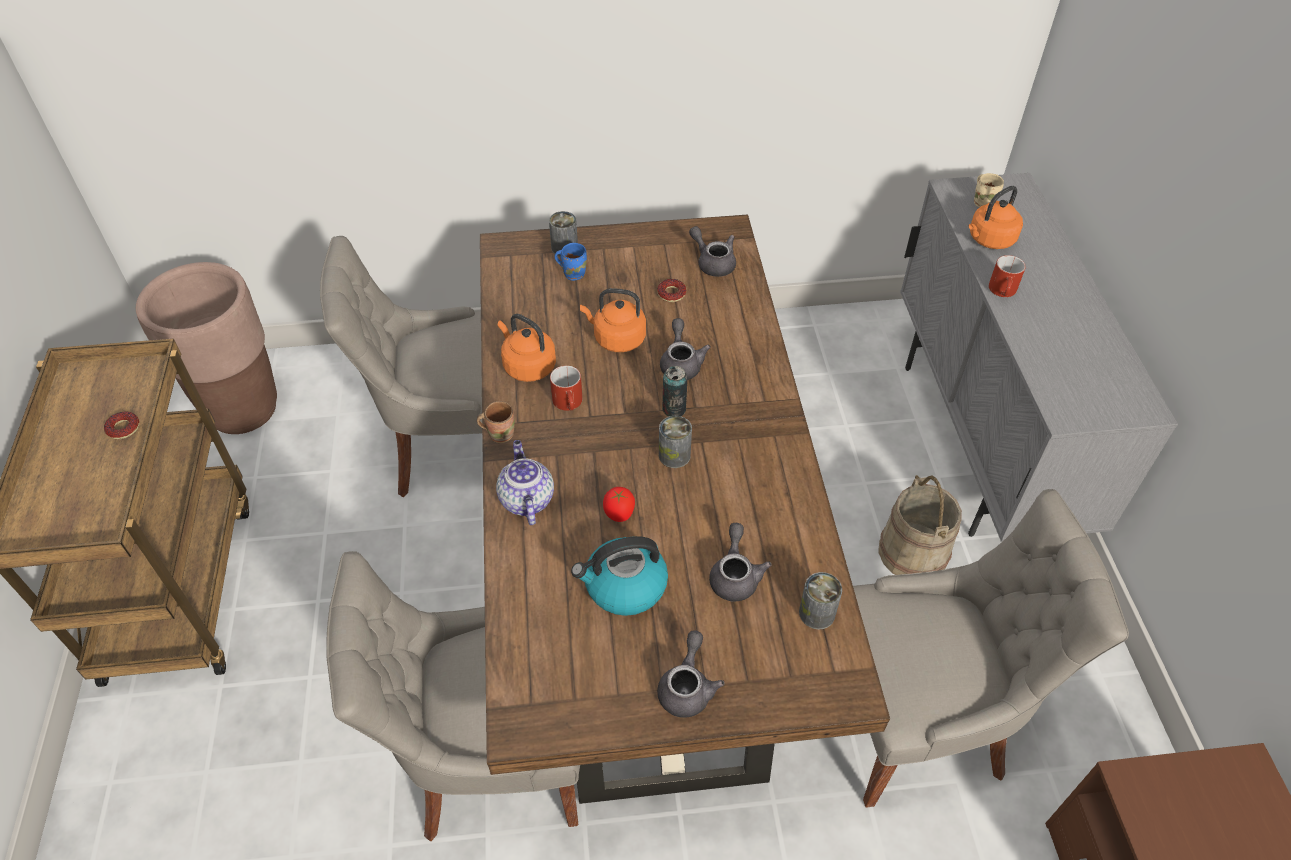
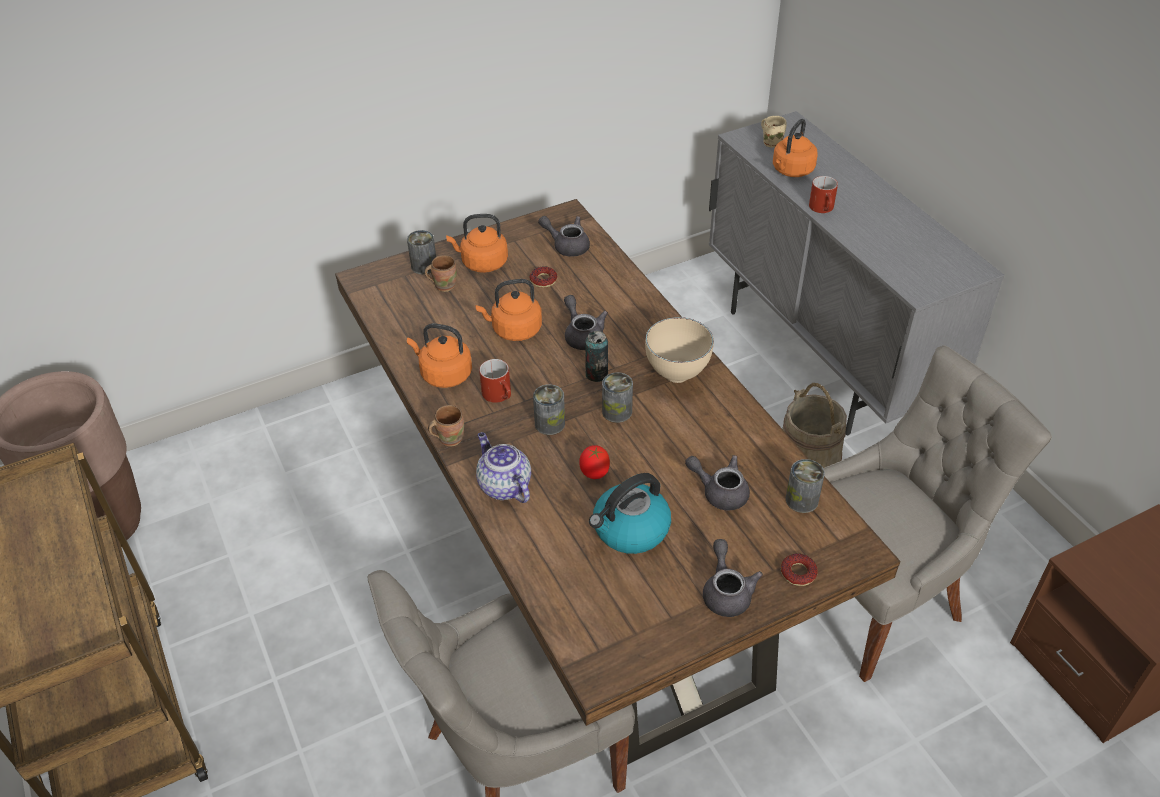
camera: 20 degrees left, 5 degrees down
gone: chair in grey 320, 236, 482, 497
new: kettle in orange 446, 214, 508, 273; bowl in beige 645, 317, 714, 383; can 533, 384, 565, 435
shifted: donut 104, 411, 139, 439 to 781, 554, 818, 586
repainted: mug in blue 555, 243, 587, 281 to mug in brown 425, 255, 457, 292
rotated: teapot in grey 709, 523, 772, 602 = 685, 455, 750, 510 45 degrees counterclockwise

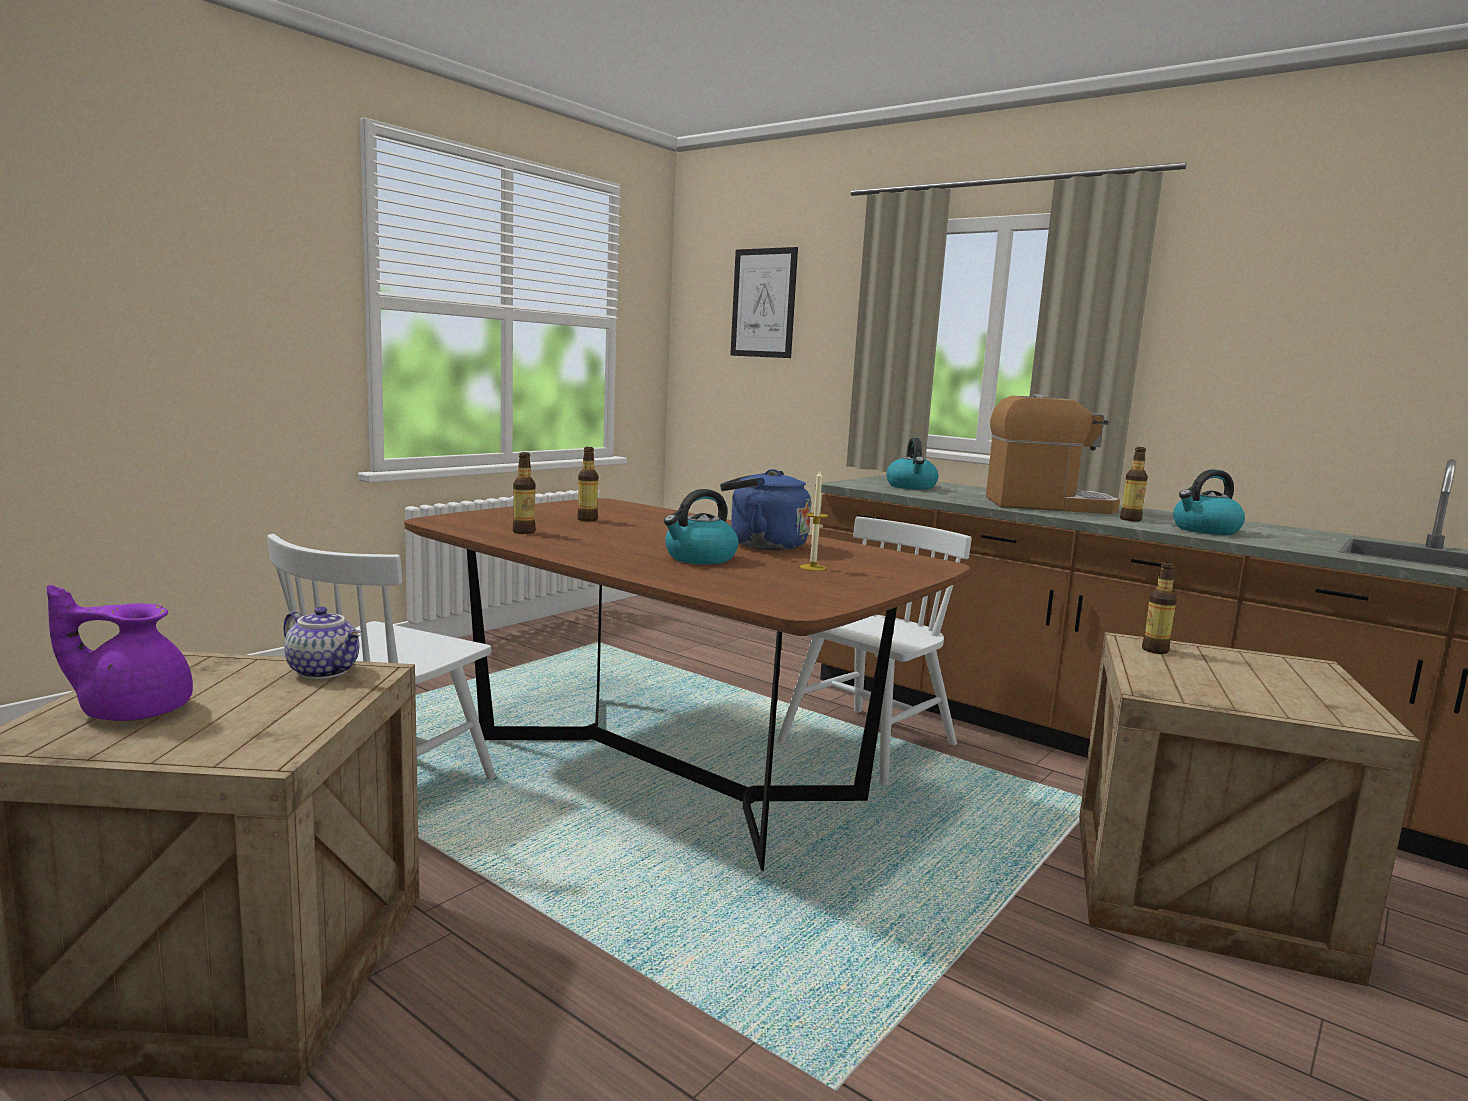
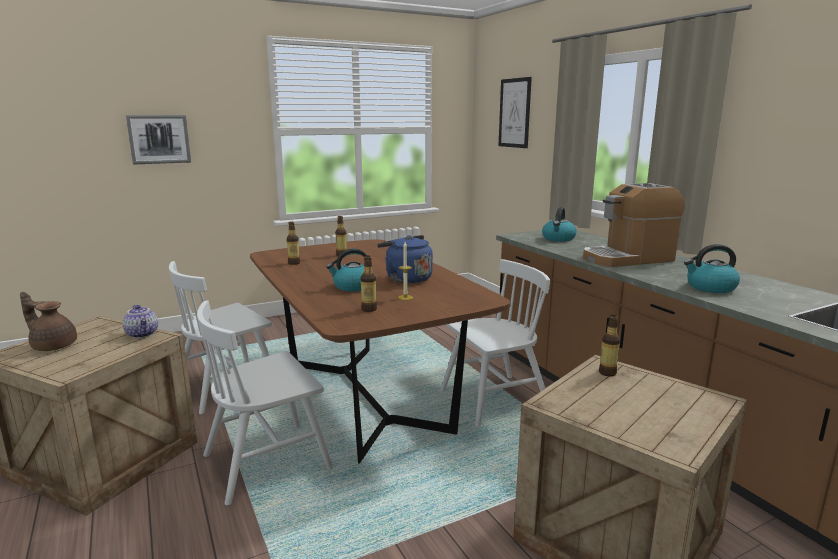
camera: 25 degrees right, 5 degrees up
new: picture 126, 115, 191, 164; chair in white 197, 300, 333, 505
shifted: bottle 1120, 447, 1148, 521 to 361, 256, 377, 312
repainted: teapot in purple 47, 585, 193, 721 to teapot in brown 20, 292, 77, 351
rotated: coffee machine 986, 394, 1120, 514 = 583, 183, 685, 267 135 degrees clockwise

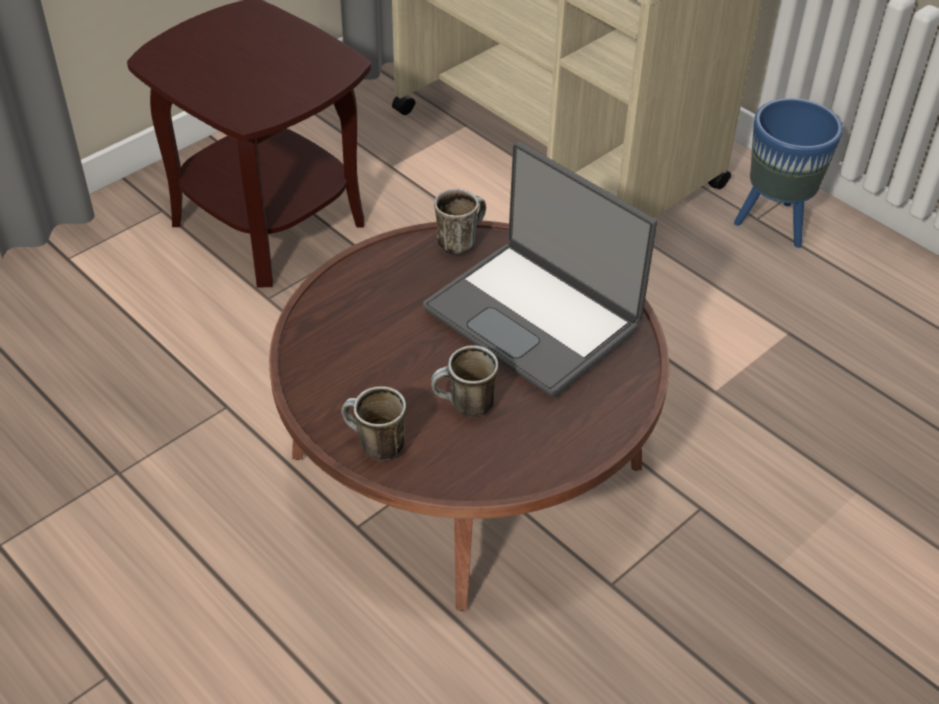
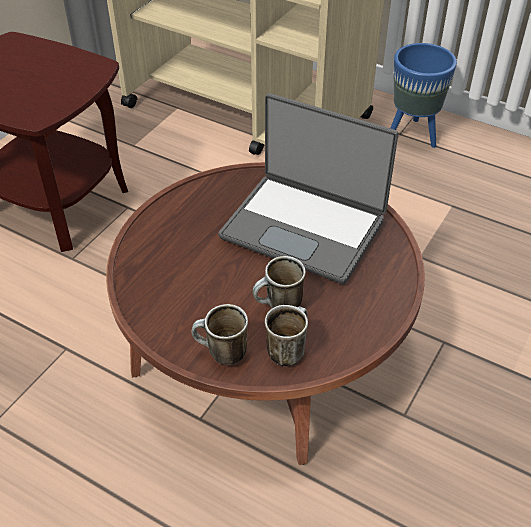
camera: 15 degrees left, 0 degrees up
shifted: mug 434, 188, 486, 255 to 265, 305, 308, 366

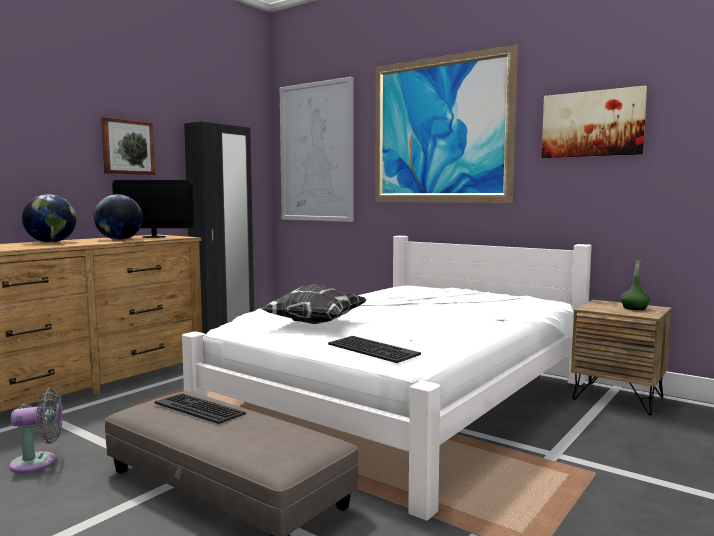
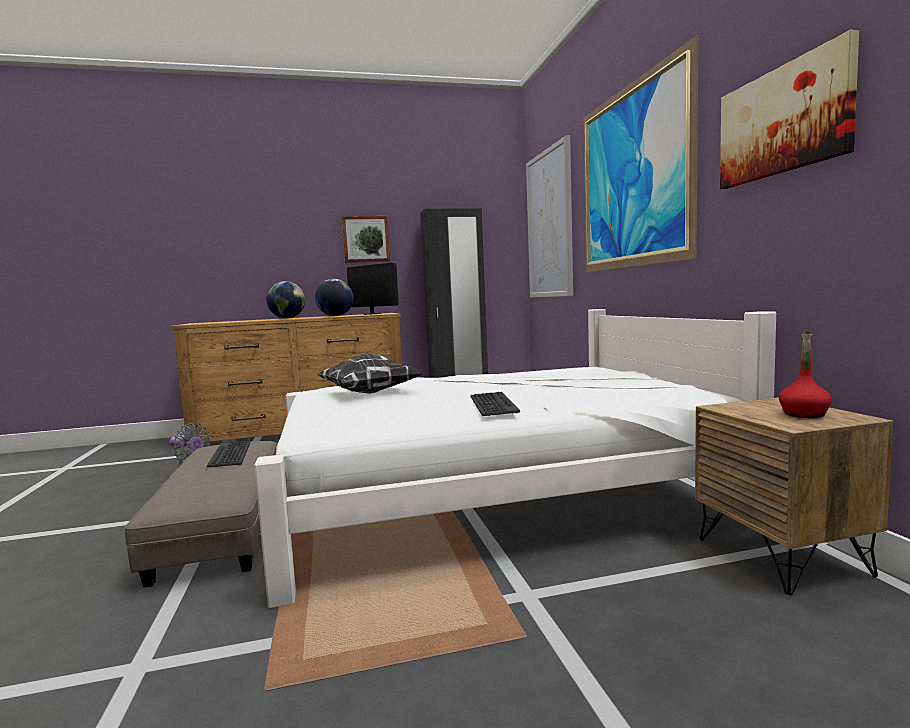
camera: 40 degrees right, 0 degrees up
shifted: keyboard 328, 336, 421, 363 to 470, 392, 520, 416
repainted: bottle in green 621, 258, 650, 310 to bottle in red 779, 331, 832, 418

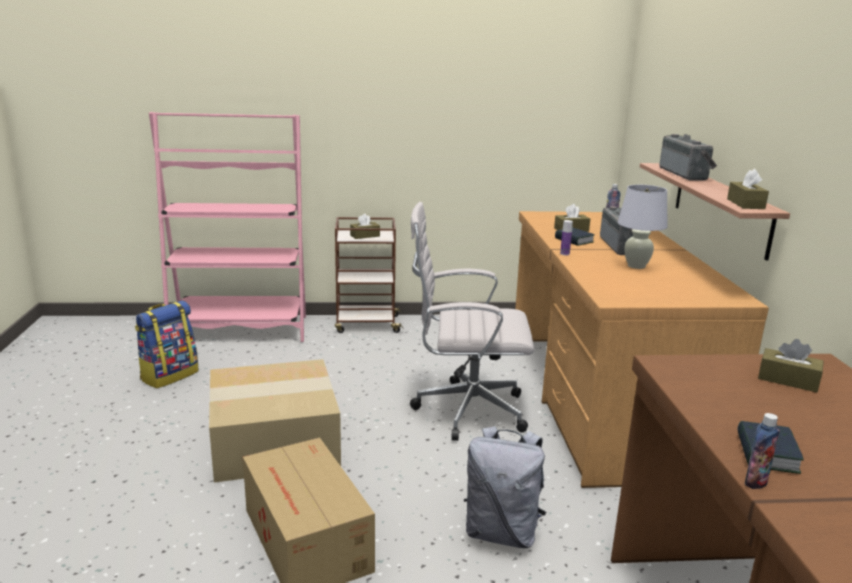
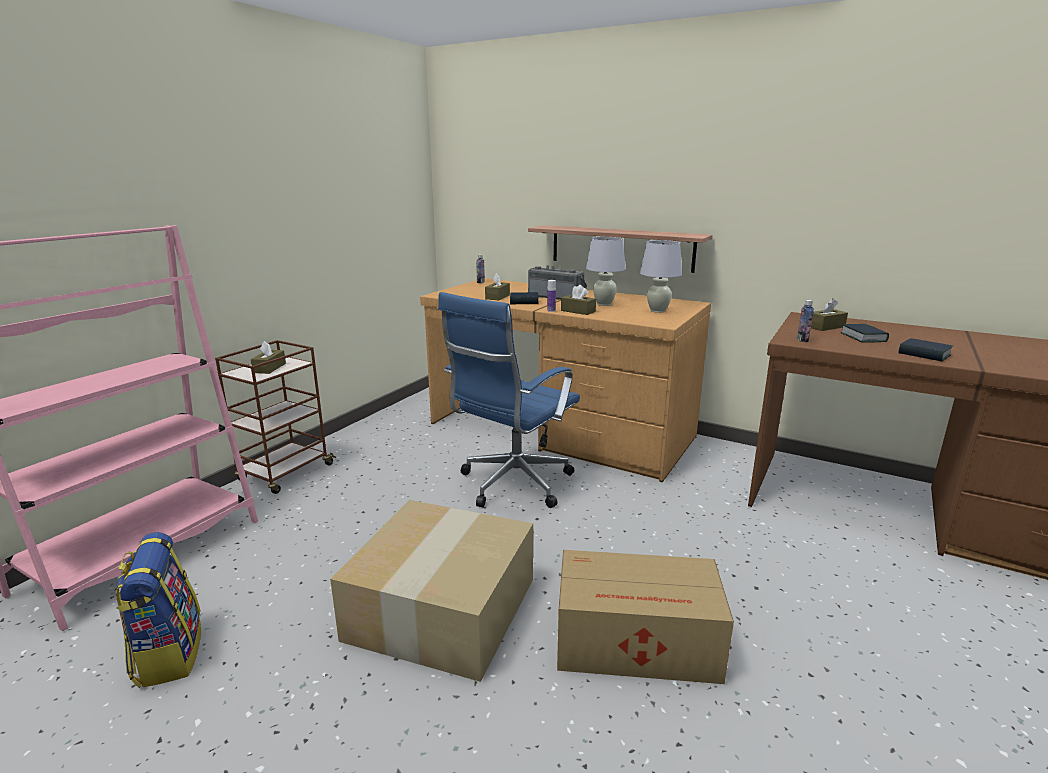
camera: 55 degrees left, 0 degrees up
gone: radio 659, 134, 717, 181; backpack in grey 464, 426, 546, 548
new: table lamp in white 640, 240, 682, 313; book 840, 324, 889, 343
shifted: tissue box in brown 727, 169, 769, 209 to 561, 285, 596, 315; bottle 745, 413, 780, 489 to 797, 300, 814, 342
repainted: office chair in white 410, 202, 534, 441 to office chair in blue 438, 292, 580, 508

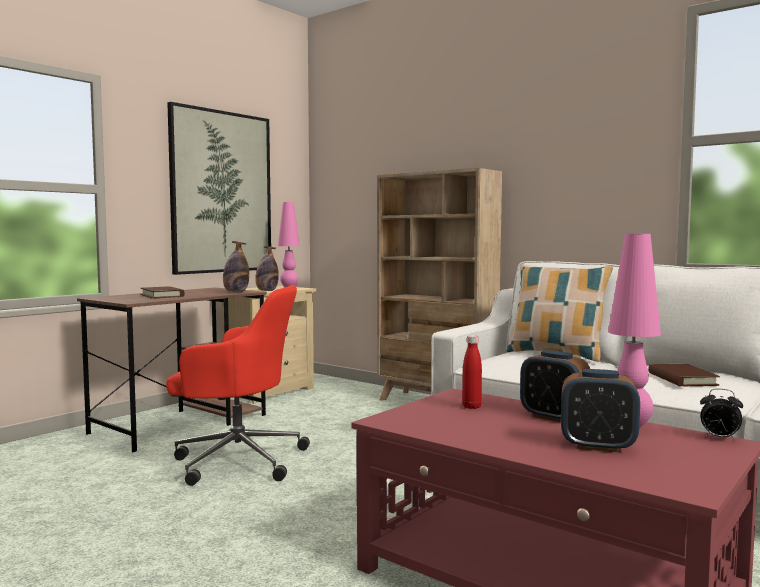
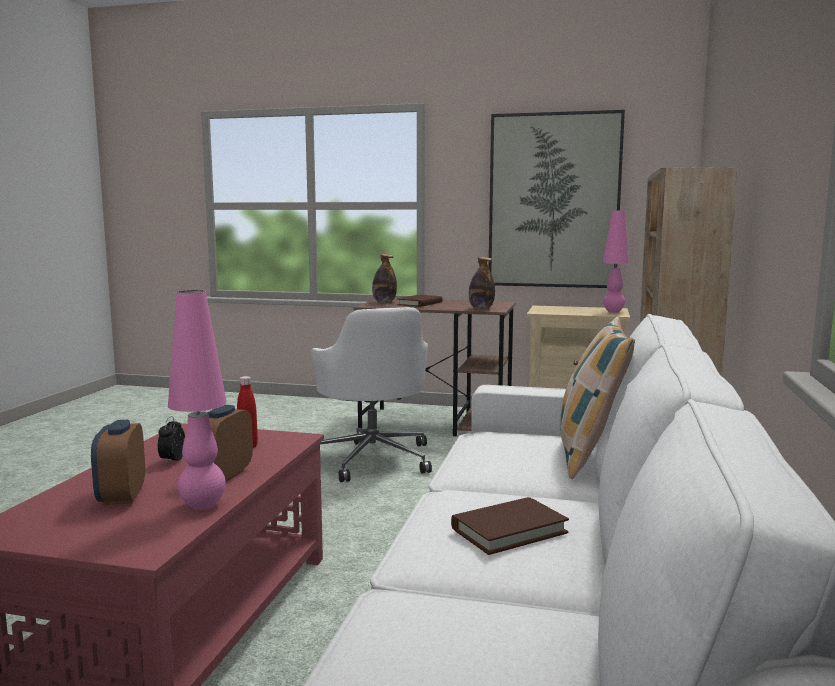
camera: 65 degrees right, 5 degrees up
shifted: bottle 255, 246, 279, 291 to 372, 254, 397, 303; alarm clock 700, 389, 743, 441 to 158, 416, 185, 465
repainted: office chair in red 166, 285, 310, 486 to office chair in white 311, 307, 432, 482

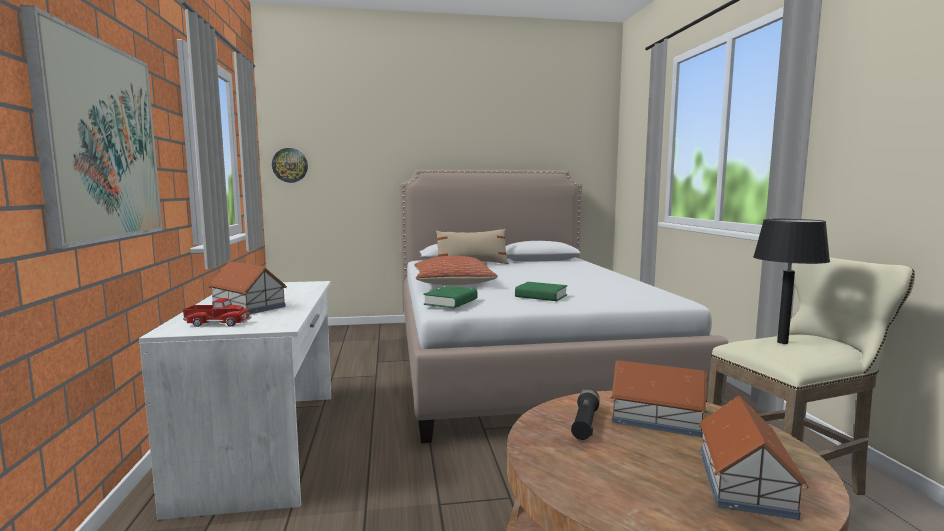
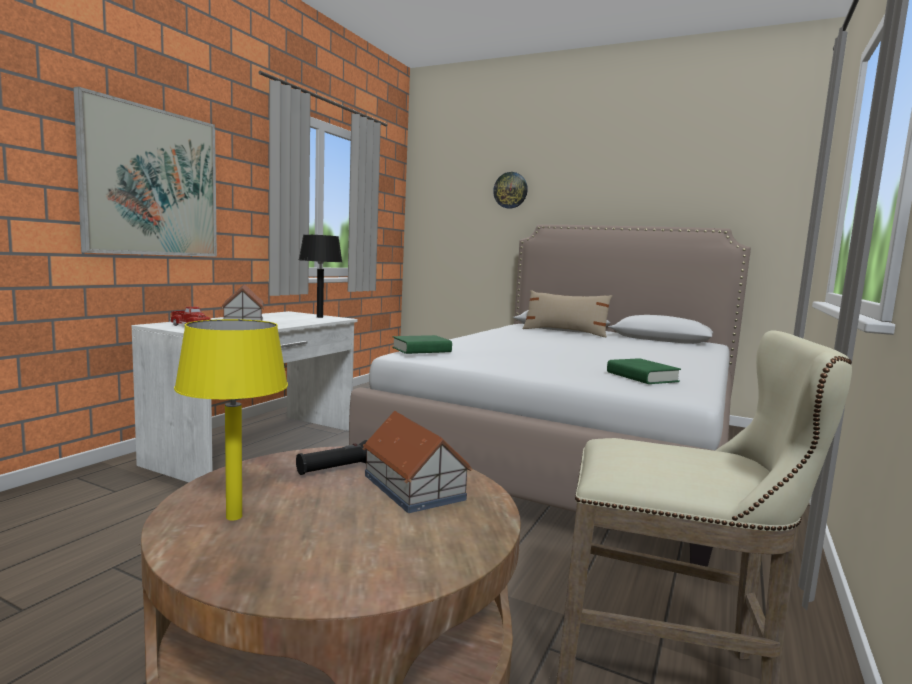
camera: 35 degrees right, 0 degrees up
gone: pillow 414, 256, 498, 285; toy house 698, 396, 808, 520
new: table lamp in yellow 174, 319, 288, 520
shifted: wall clock 272, 148, 308, 183 to 493, 172, 528, 209; table lamp in black 753, 219, 830, 344 to 299, 234, 342, 318; book in green 515, 282, 567, 301 to 607, 358, 681, 384

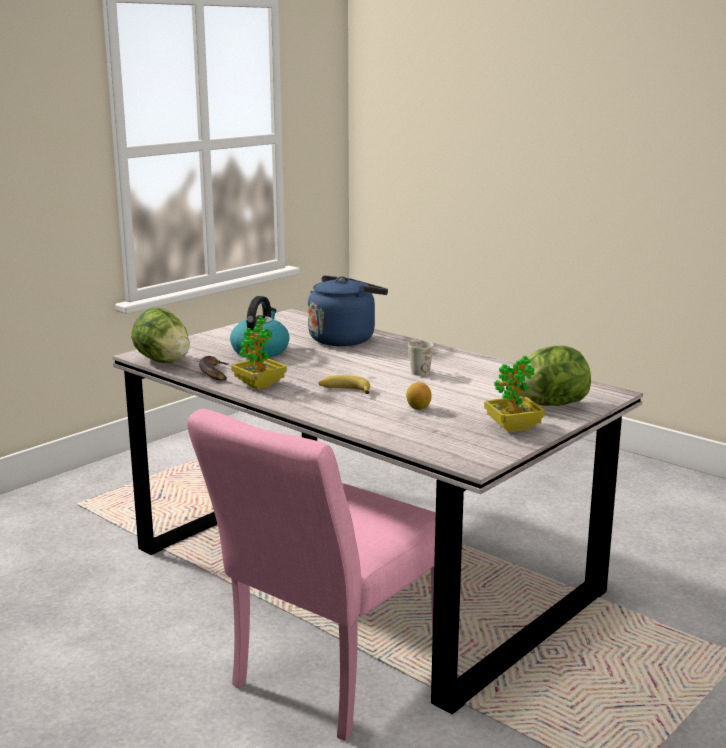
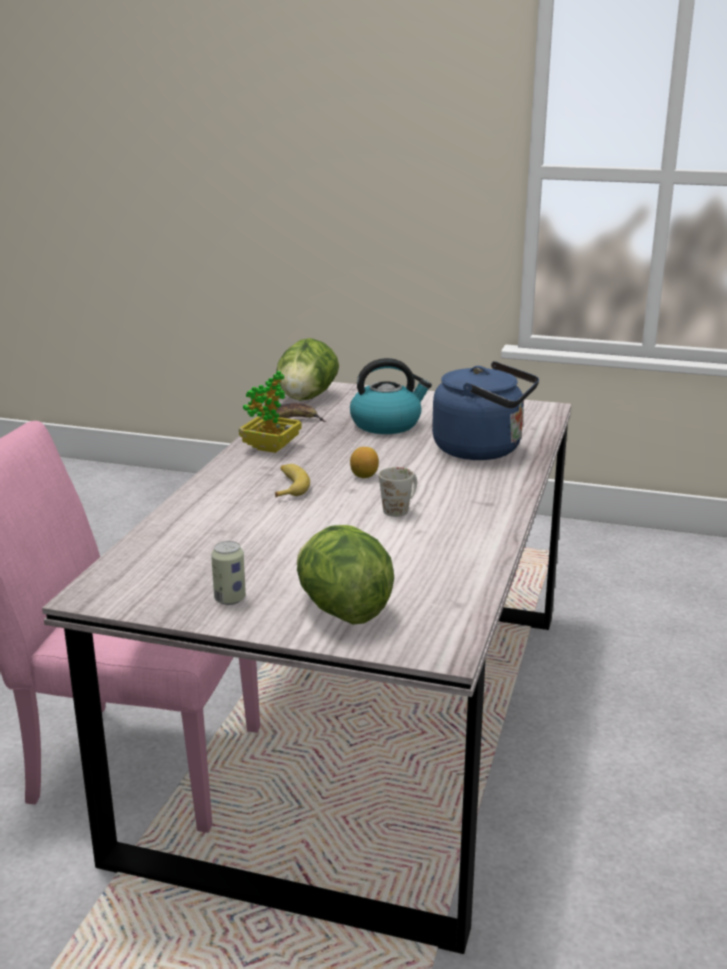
camera: 65 degrees right, 5 degrees up
shifted: lemon 406, 382, 432, 410 to 350, 447, 379, 478
swapped: potted plant 484, 356, 545, 432 to can 211, 541, 246, 605

